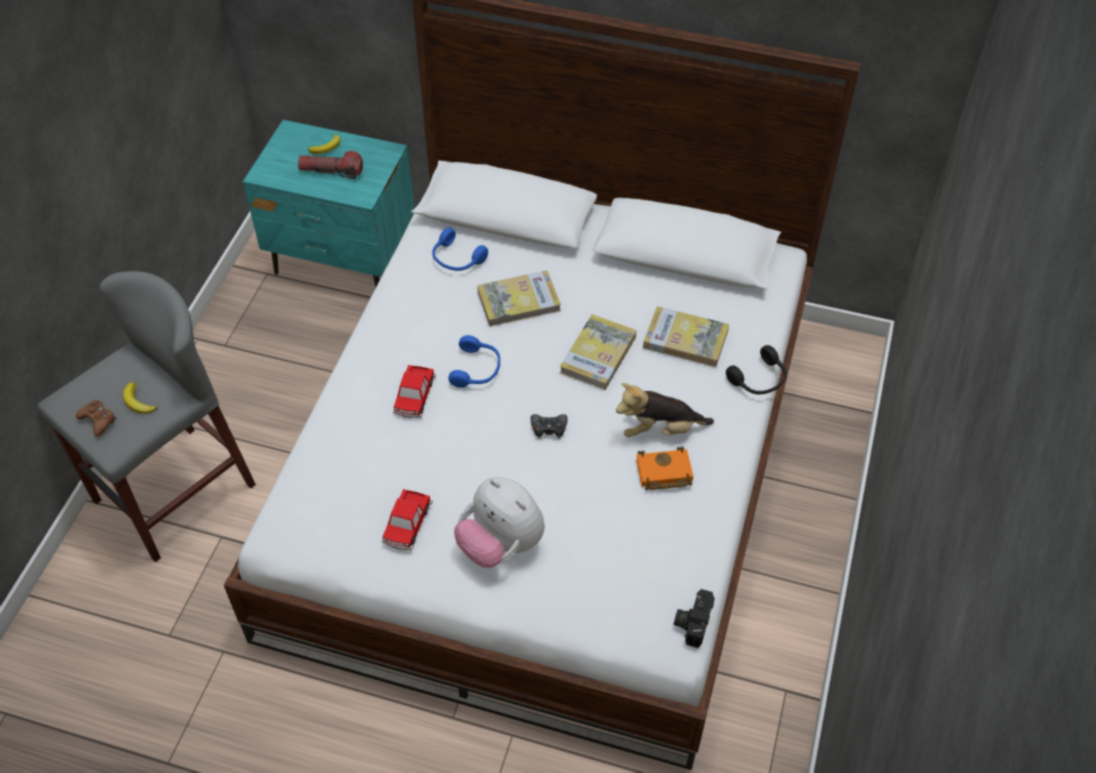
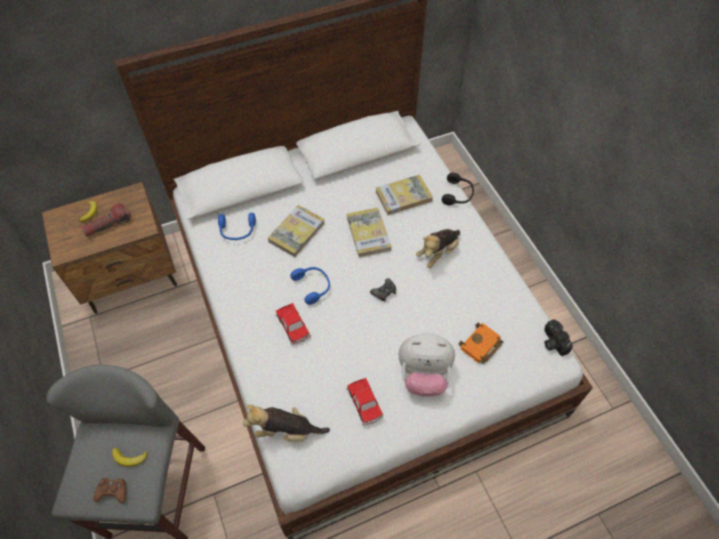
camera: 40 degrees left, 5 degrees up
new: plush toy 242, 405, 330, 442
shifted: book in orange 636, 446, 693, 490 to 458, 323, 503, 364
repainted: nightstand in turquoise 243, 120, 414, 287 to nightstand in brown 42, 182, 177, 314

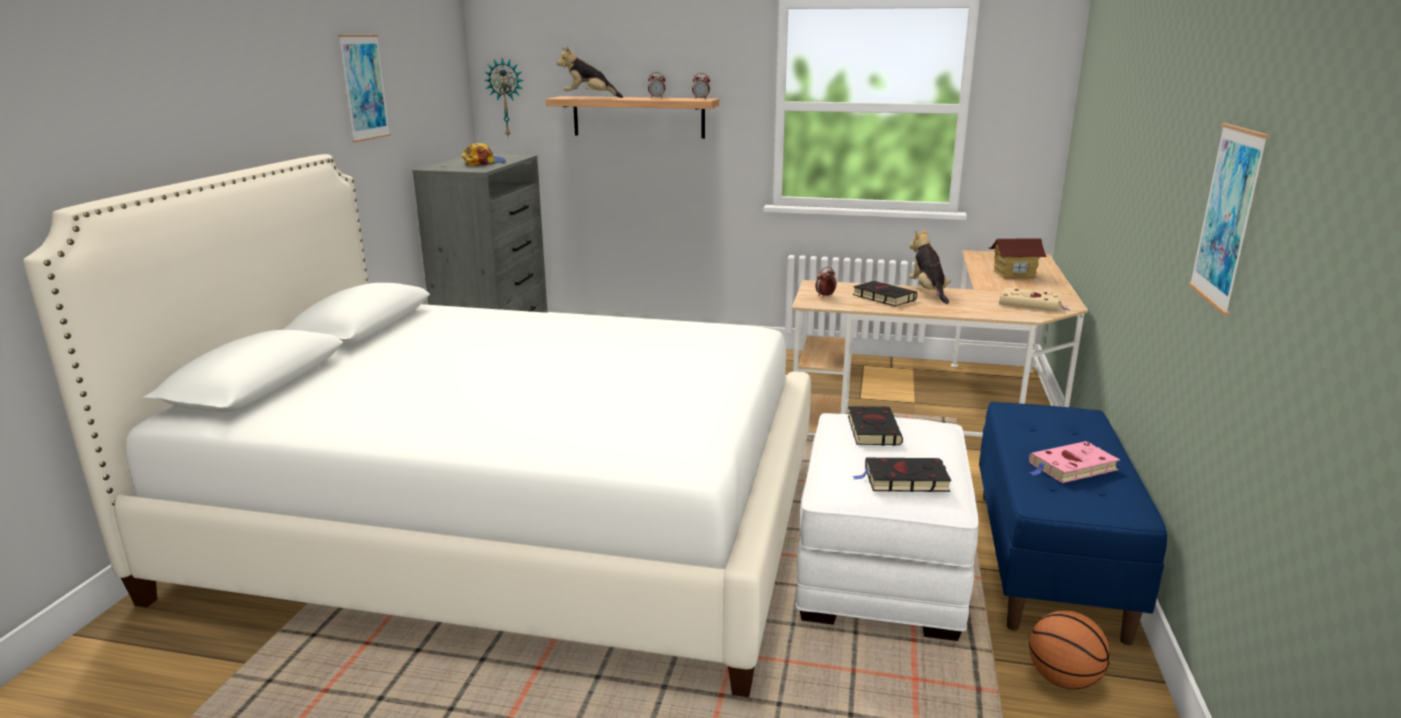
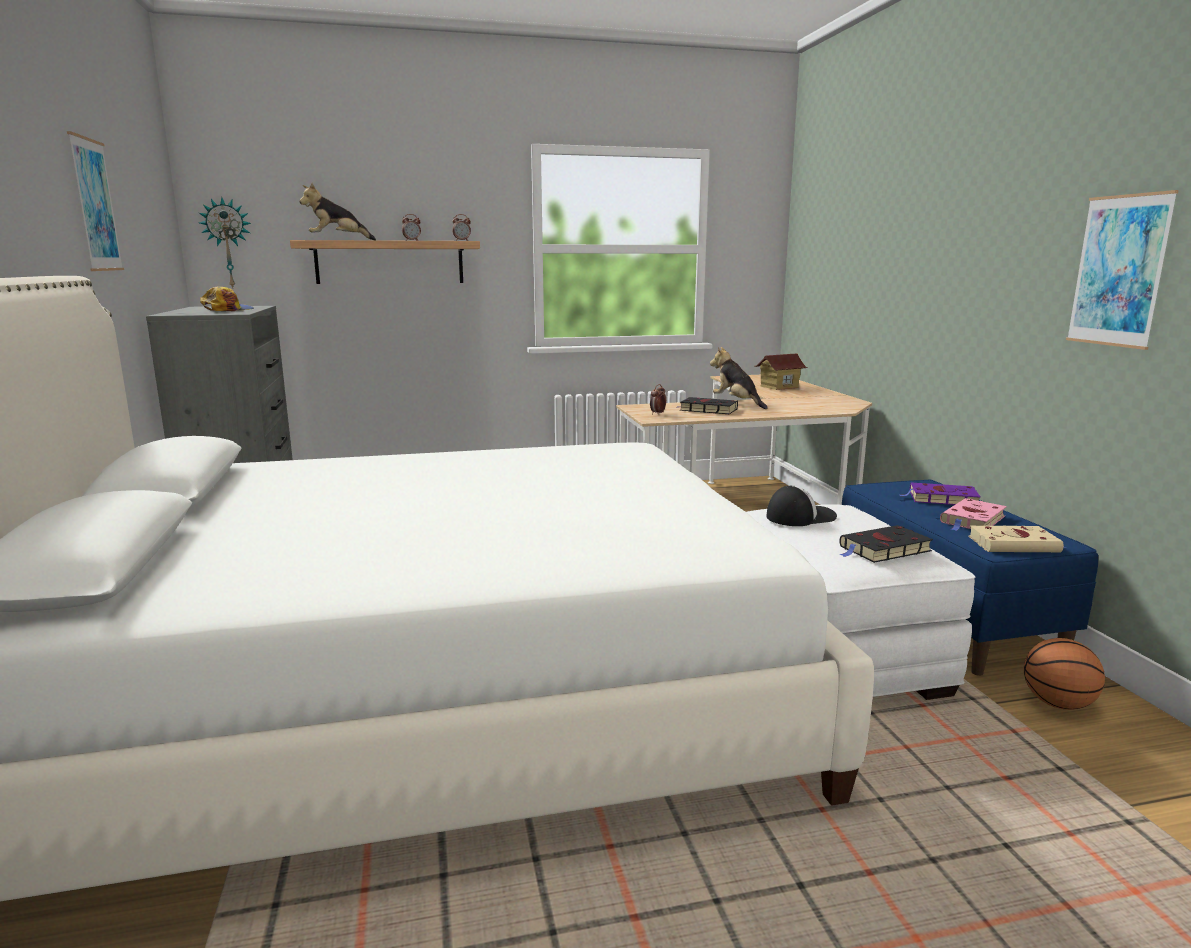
camera: 25 degrees left, 5 degrees down
new: book in purple 898, 482, 981, 505
shifted: book in beige 999, 287, 1070, 311 to 968, 525, 1067, 552
swapped: book in black 848, 406, 903, 446 to cap 766, 486, 837, 526

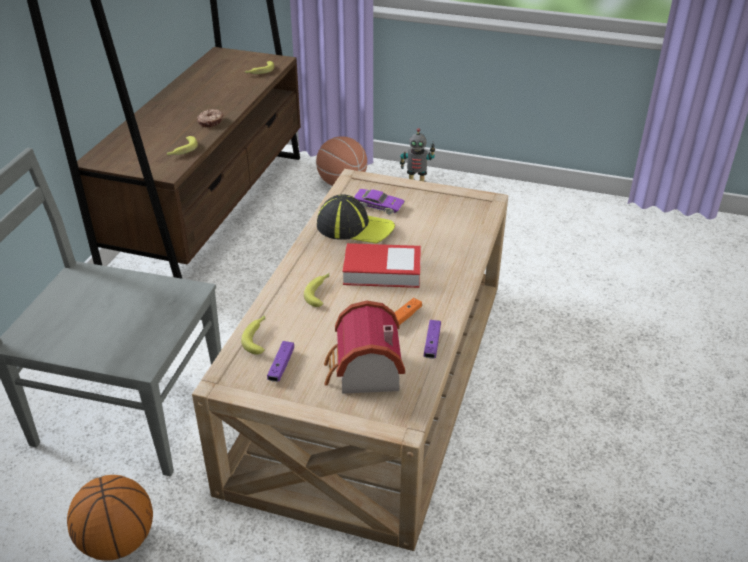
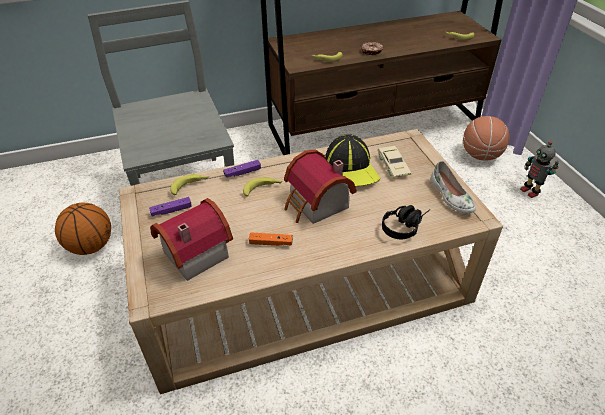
camera: 55 degrees right, 5 degrees up
new: shoe in white 431, 161, 476, 213; headphones in black 382, 205, 430, 239
shifted: game controller in purple 424, 320, 441, 358 to 223, 160, 261, 178
swapped: book 343, 243, 421, 288 to toy house 284, 149, 357, 224
repainted: toy car in purple 354, 189, 405, 215 to toy car in beige 378, 146, 411, 177

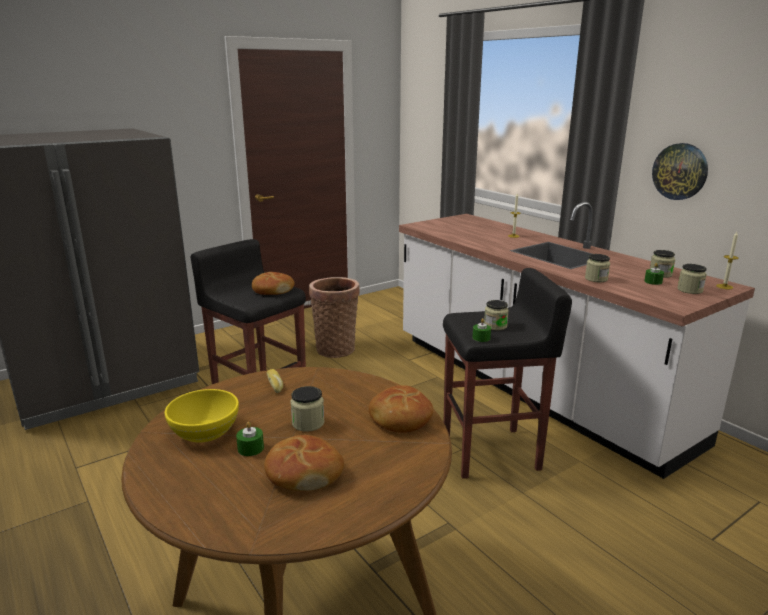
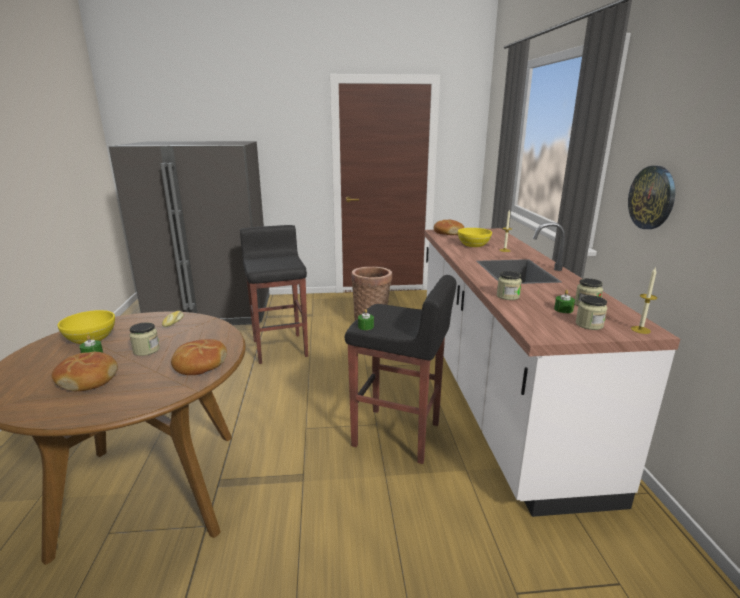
camera: 30 degrees right, 0 degrees up
gone: jar 484, 300, 509, 330
new: bowl in yellow 458, 228, 492, 247
shifted: bread 252, 272, 294, 295 to 434, 219, 464, 235

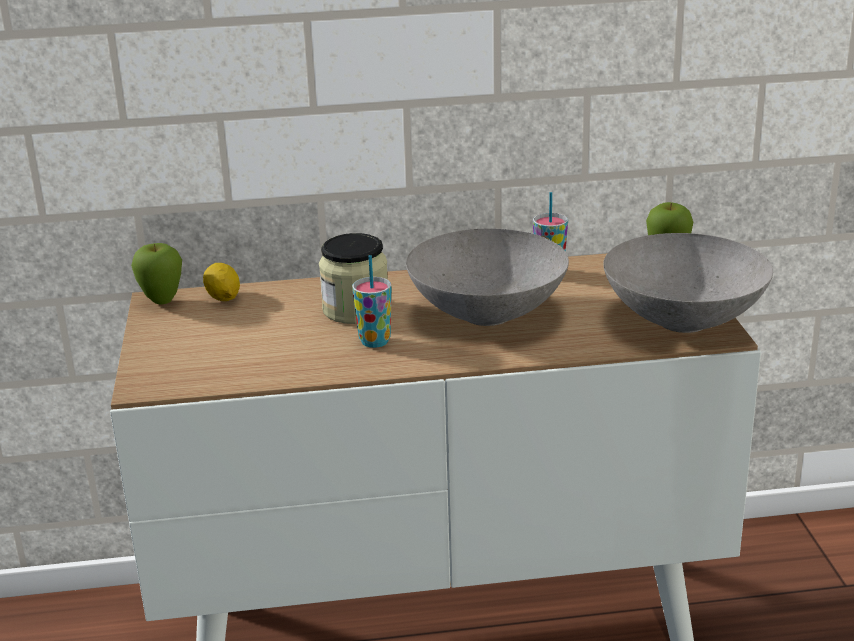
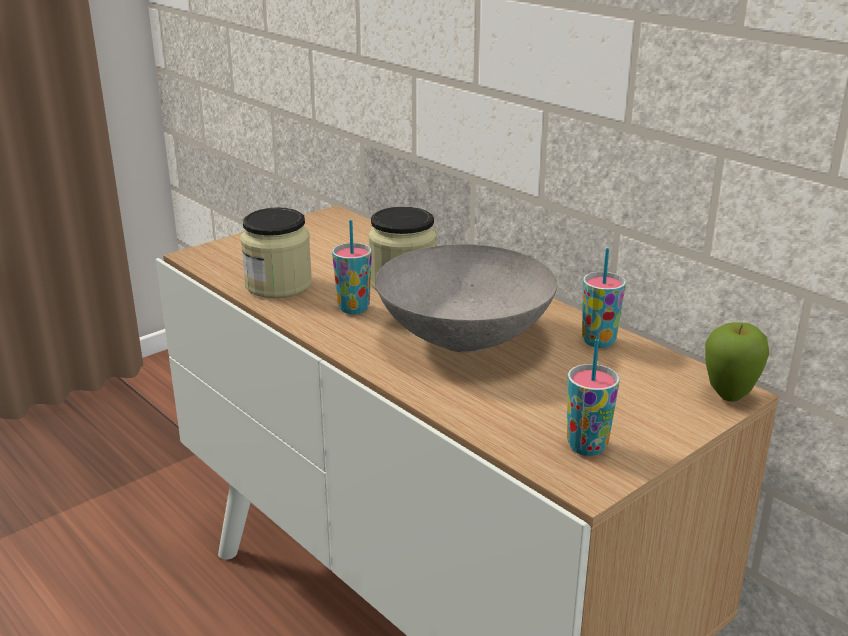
camera: 55 degrees right, 0 degrees up
gone: apple 131, 243, 182, 305; lemon 203, 263, 240, 301
new: jar 240, 207, 312, 298
swapped: bowl in grey 603, 233, 773, 333 to cup 567, 339, 620, 456

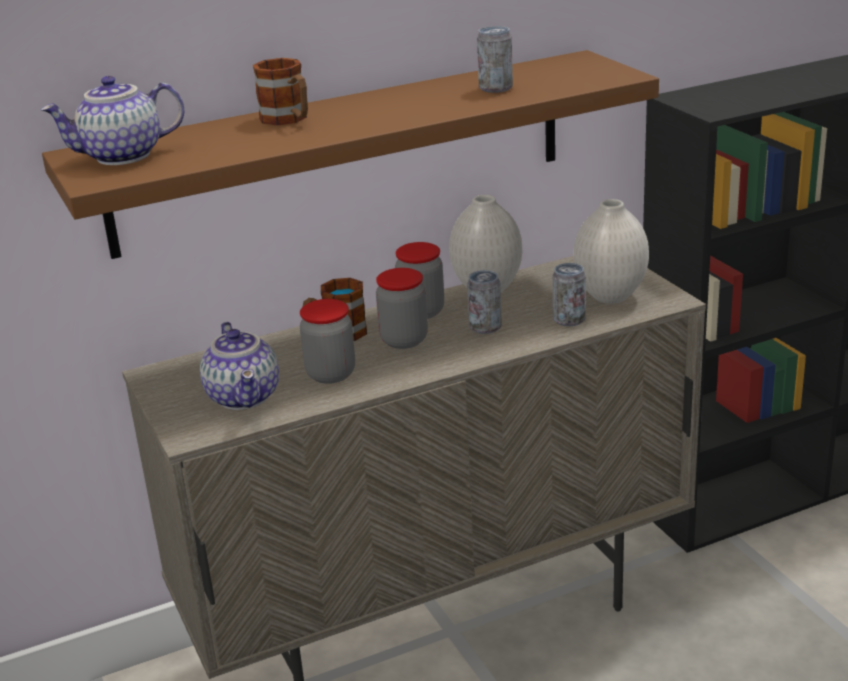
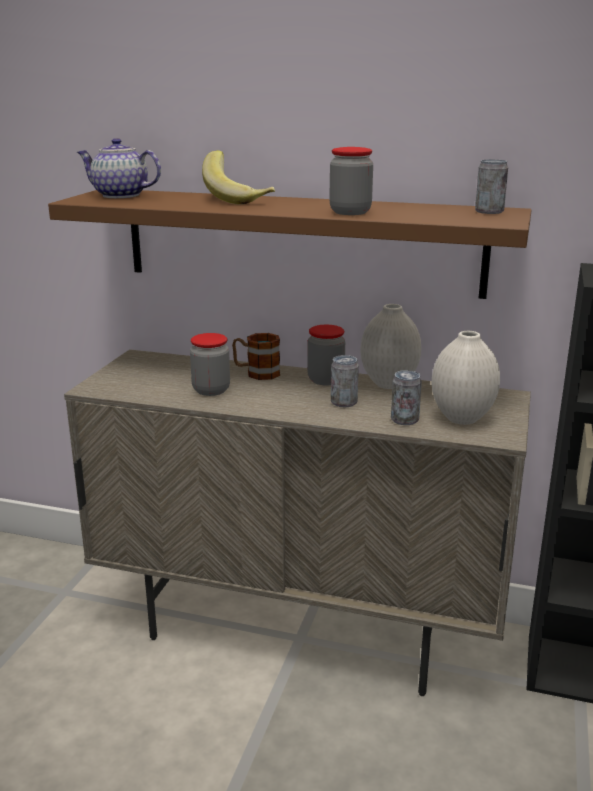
camera: 40 degrees right, 5 degrees down
gone: teapot 200, 322, 279, 410
shifted: can 477, 26, 513, 93 to 475, 159, 508, 214; jar 376, 268, 428, 349 to 329, 147, 373, 215
swapped: mug 253, 58, 308, 126 to banana 202, 150, 275, 204

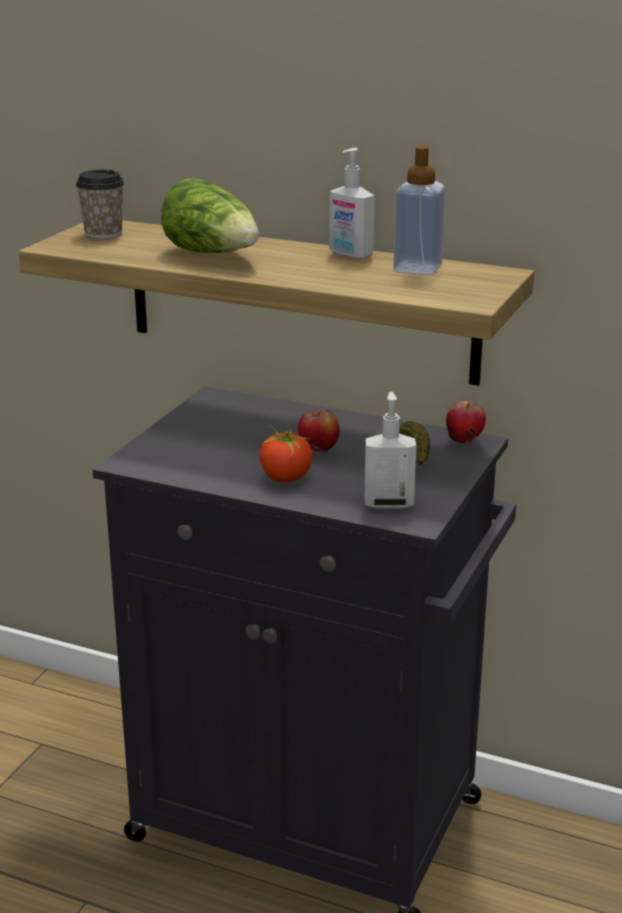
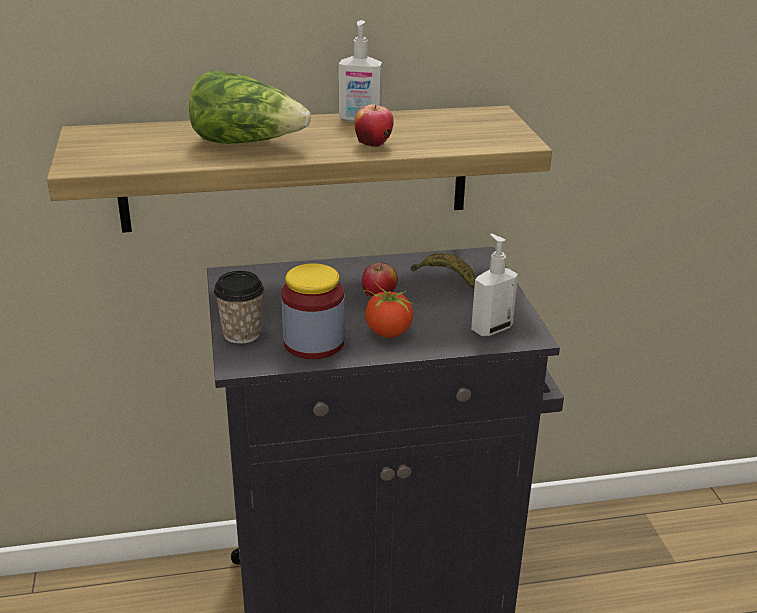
camera: 35 degrees left, 5 degrees up
gone: soap dispenser 393, 144, 446, 275
new: jar 281, 263, 344, 359
shifted: cup 76, 169, 124, 239 to 214, 271, 264, 344; apple 446, 401, 486, 444 to 354, 104, 394, 148

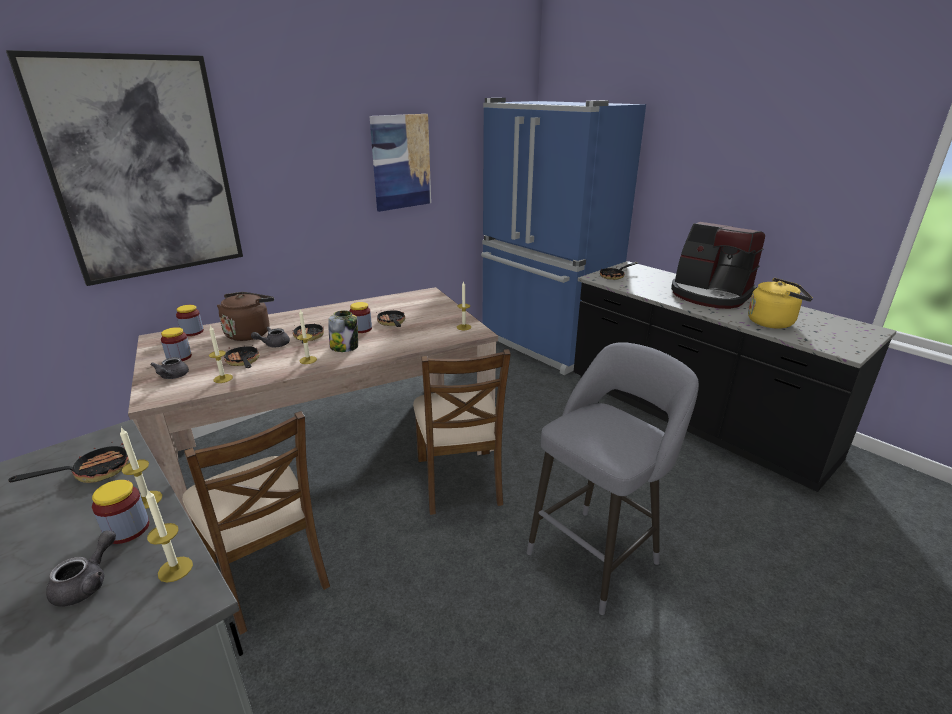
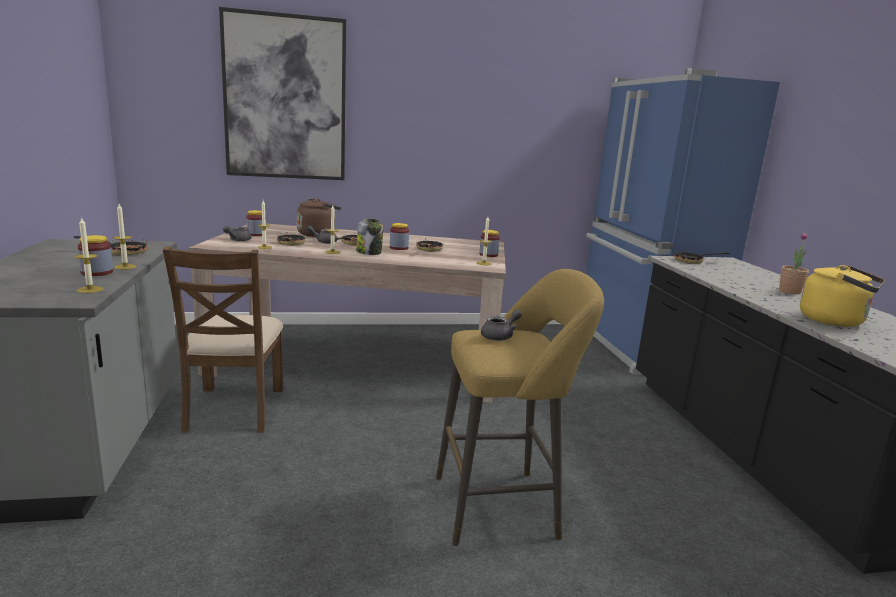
camera: 30 degrees right, 10 degrees down
gone: picture 369, 114, 431, 212; chair in brown 413, 349, 511, 515
shifted: jar 176, 305, 204, 336 to 479, 230, 500, 257; teapot in grey 46, 530, 116, 607 to 481, 309, 522, 341
swapped: coffee machine 671, 222, 765, 309 to potted plant 779, 232, 809, 294
repainted: stool in grey 527, 342, 699, 615 to stool in yellow 436, 269, 604, 546

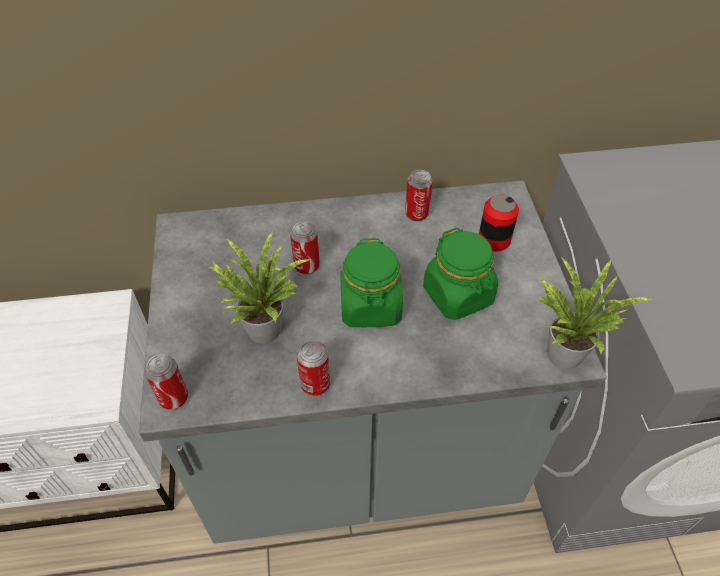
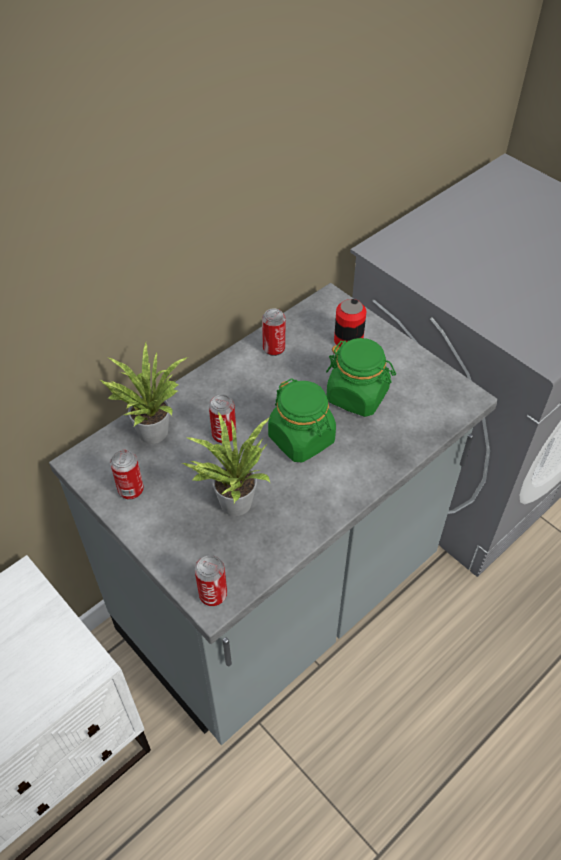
camera: 35 degrees left, 0 degrees up
shifted: potted plant 537, 257, 652, 370 to 100, 343, 188, 444; can 297, 341, 330, 396 to 110, 450, 144, 500

